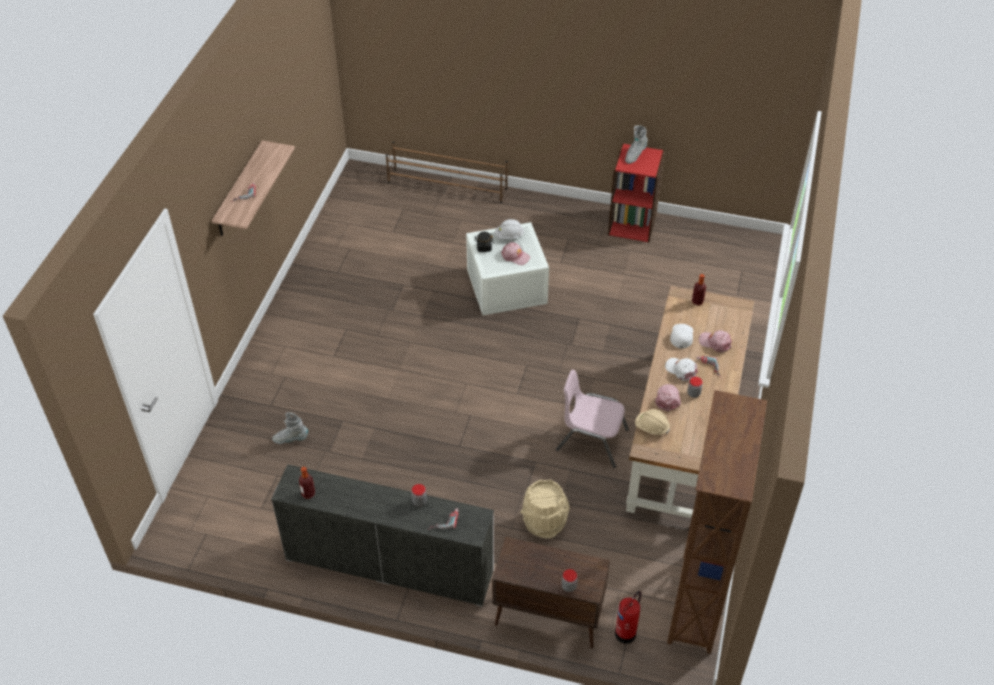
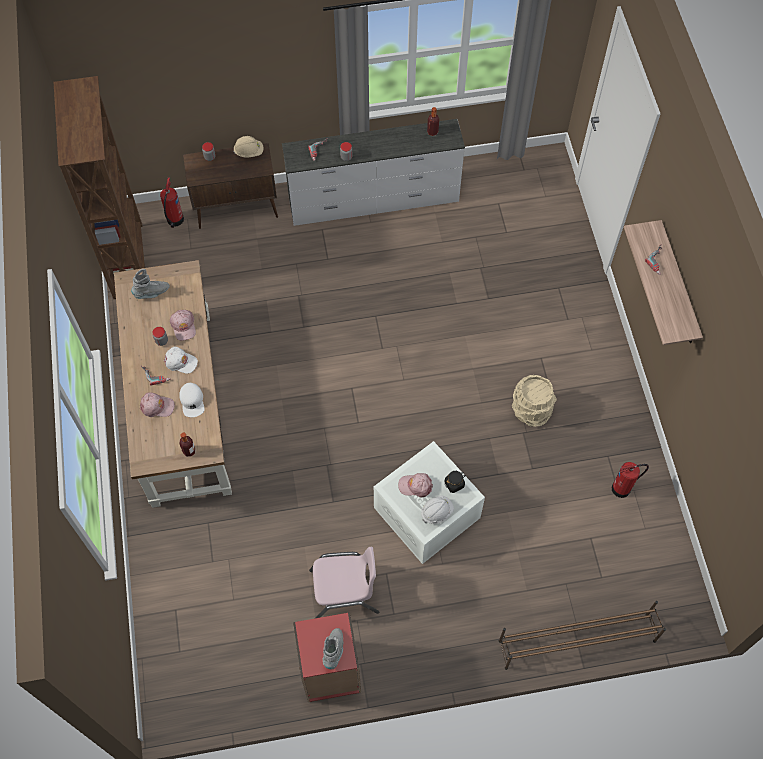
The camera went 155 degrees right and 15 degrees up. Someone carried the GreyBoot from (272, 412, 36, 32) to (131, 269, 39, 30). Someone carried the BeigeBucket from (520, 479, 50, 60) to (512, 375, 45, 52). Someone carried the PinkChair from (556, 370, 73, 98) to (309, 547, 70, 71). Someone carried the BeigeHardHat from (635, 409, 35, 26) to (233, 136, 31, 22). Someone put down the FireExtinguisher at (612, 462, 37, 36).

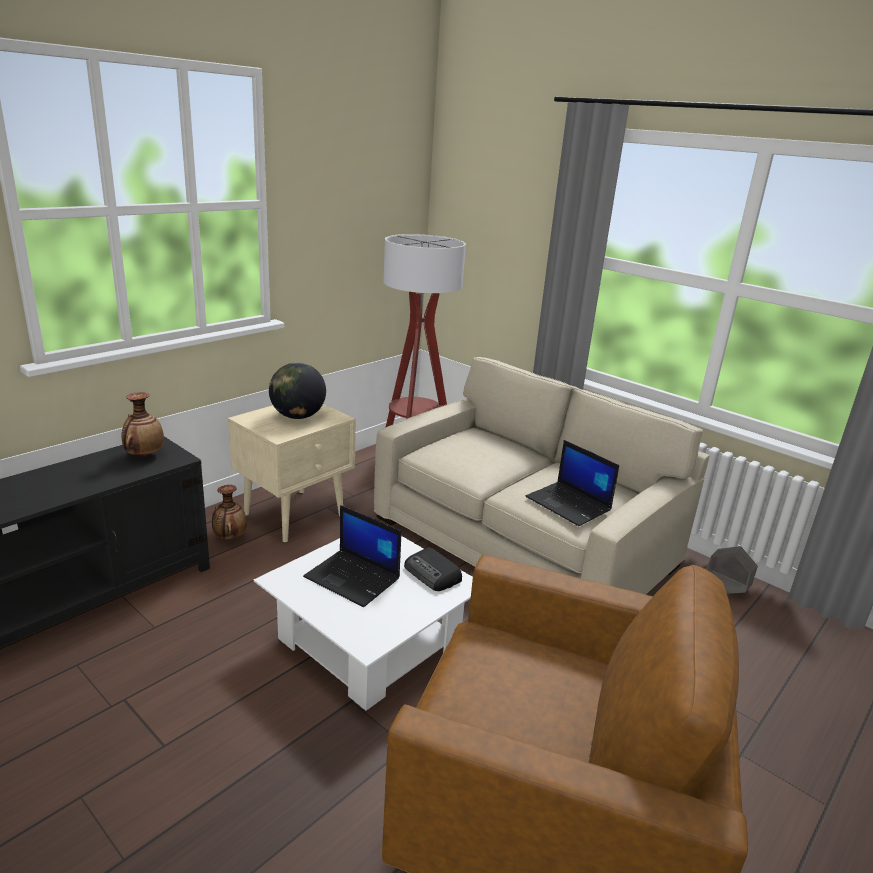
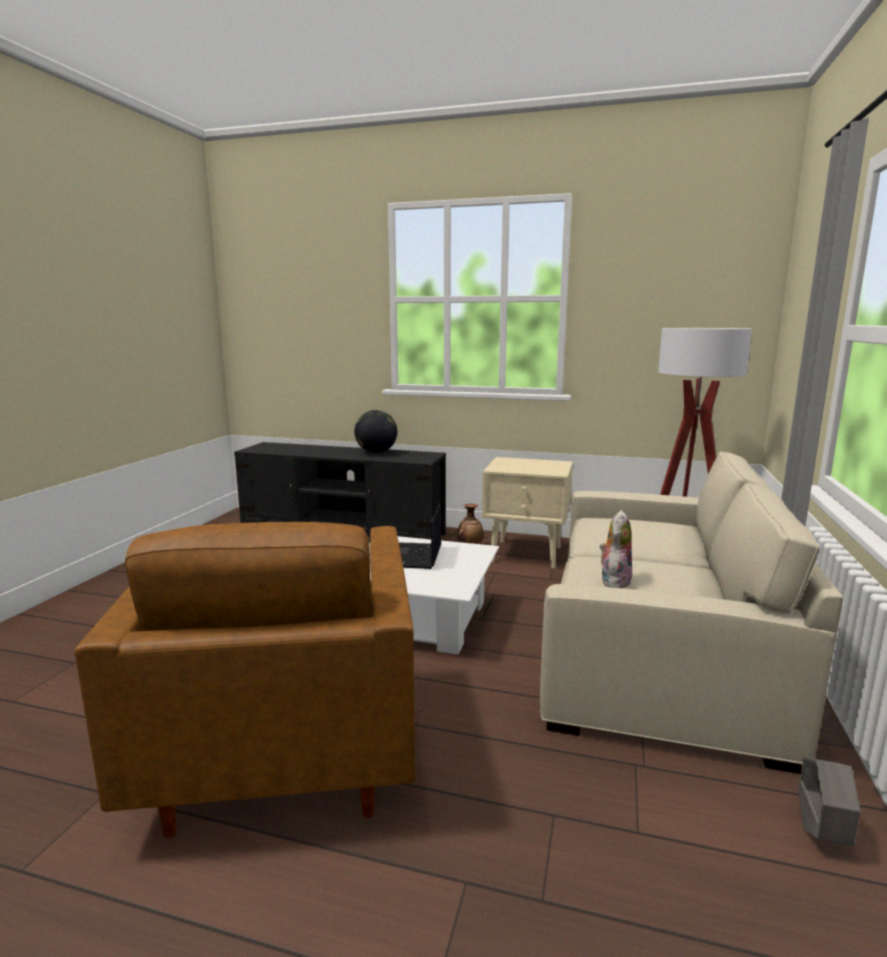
The camera went 65 degrees right and 10 degrees down. Someone took away the Vase at (121, 392, 43, 64). Someone carried the Globe from (269, 363, 57, 56) to (354, 410, 43, 43). Someone took away the Radio at (404, 547, 58, 44). Someone swapped the Laptop at (525, 440, 94, 86) for the PlushToy at (600, 510, 32, 78).

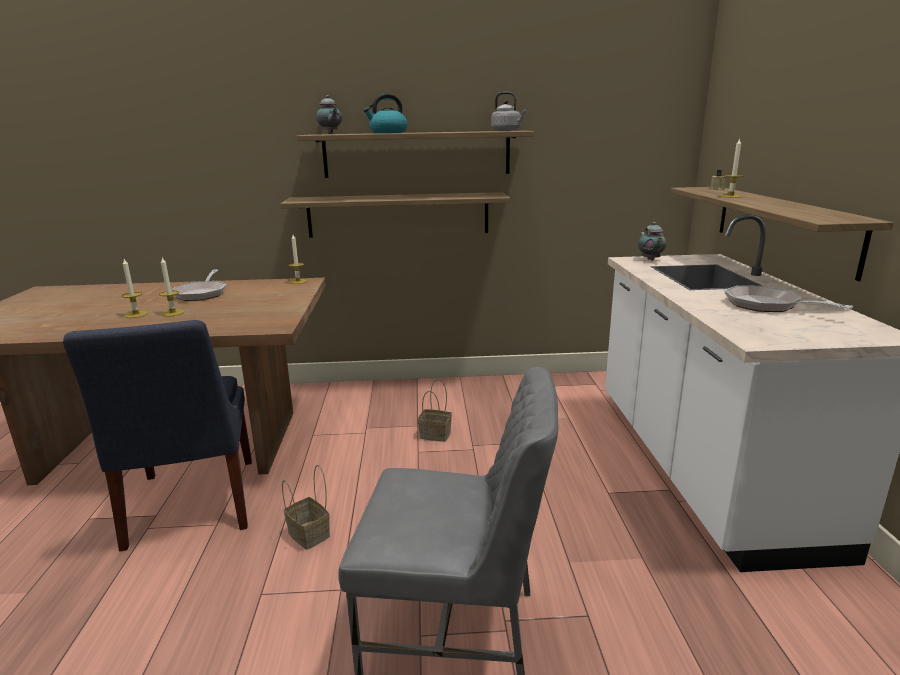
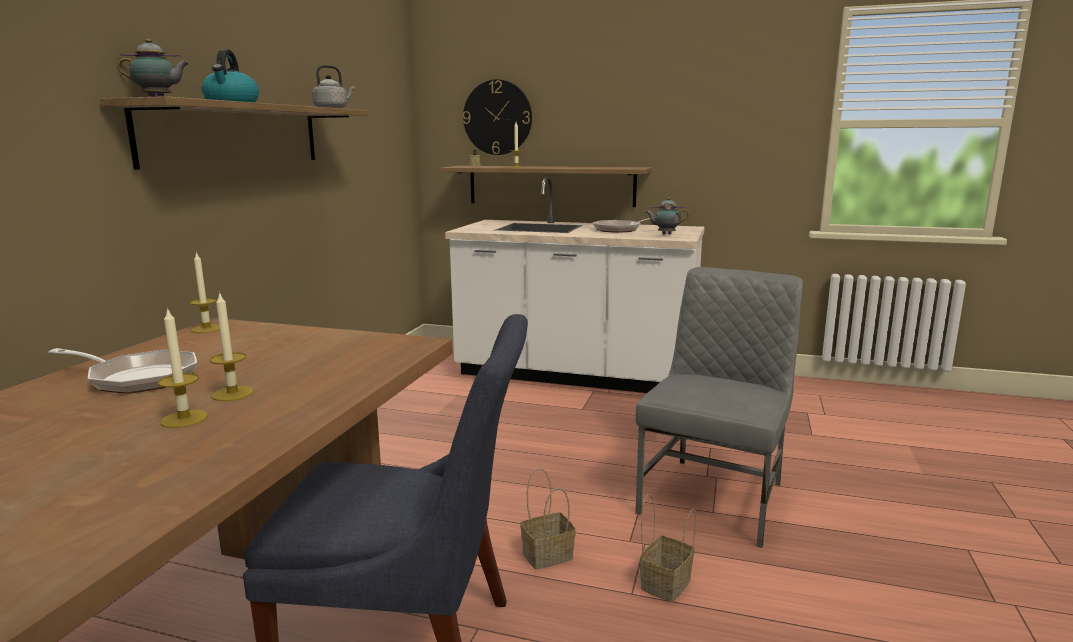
The camera went 70 degrees left and 5 degrees down. Someone took away the Shelf at (280, 192, 230, 46). Someone carried the Basket from (418, 379, 34, 63) to (640, 494, 56, 108). Someone carried the Teapot from (638, 222, 29, 39) to (646, 197, 43, 37). Someone put up the WallClock at (463, 79, 69, 76).

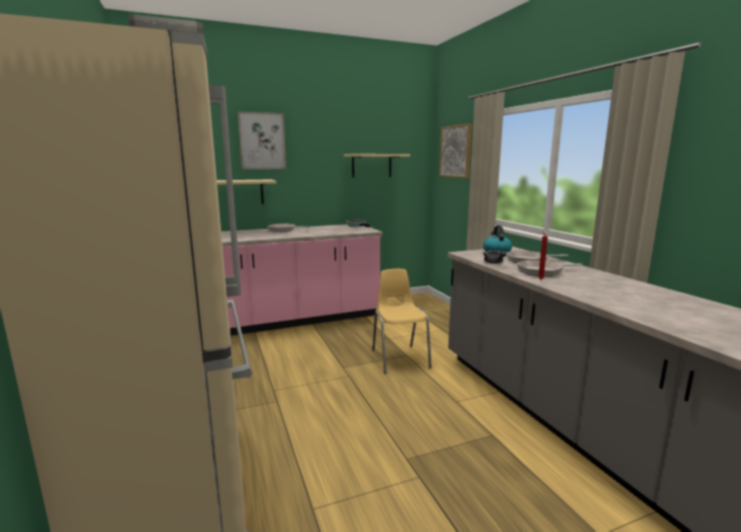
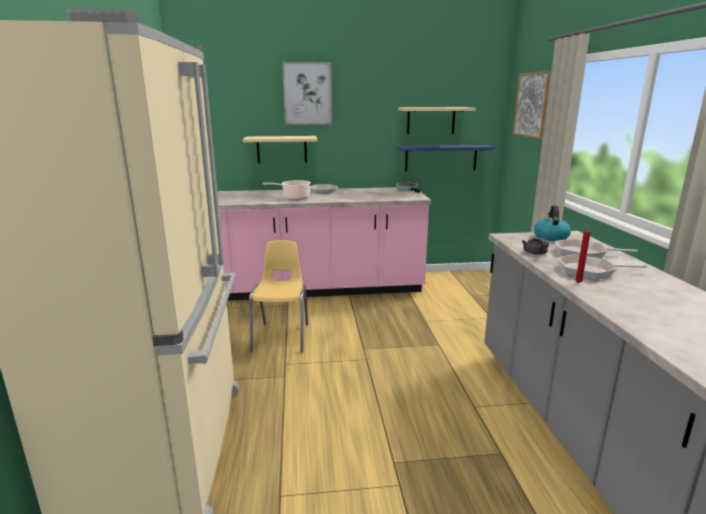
The camera went 15 degrees right and 5 degrees up. Someone carried the YellowChair from (372, 269, 60, 105) to (249, 240, 59, 112). Someone put down the CookingPot at (263, 180, 48, 20). Someone put up the BlueShelf at (396, 145, 99, 27).

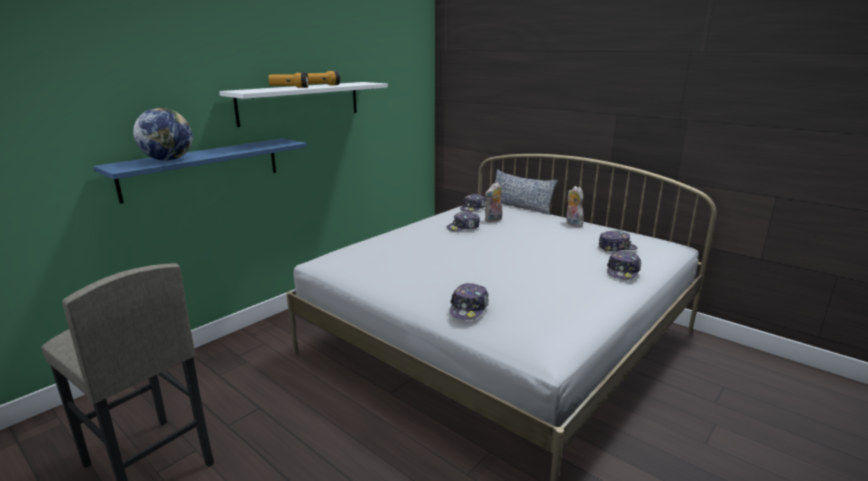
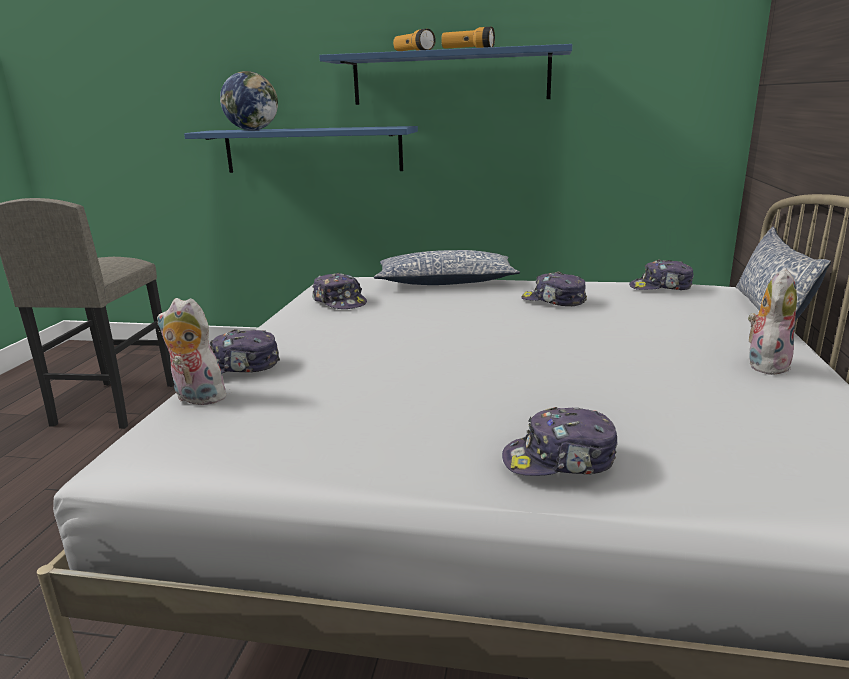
The camera went 60 degrees right and 0 degrees up. Someone repainted the WhiteShelf at (219, 82, 169, 45), which became the BlueShelf at (319, 44, 253, 61). Someone carried the PlushToy from (485, 182, 17, 40) to (157, 298, 69, 107). Someone carried the Cap from (599, 230, 38, 22) to (312, 273, 55, 36). Someone put down the Pillow at (374, 250, 146, 35).

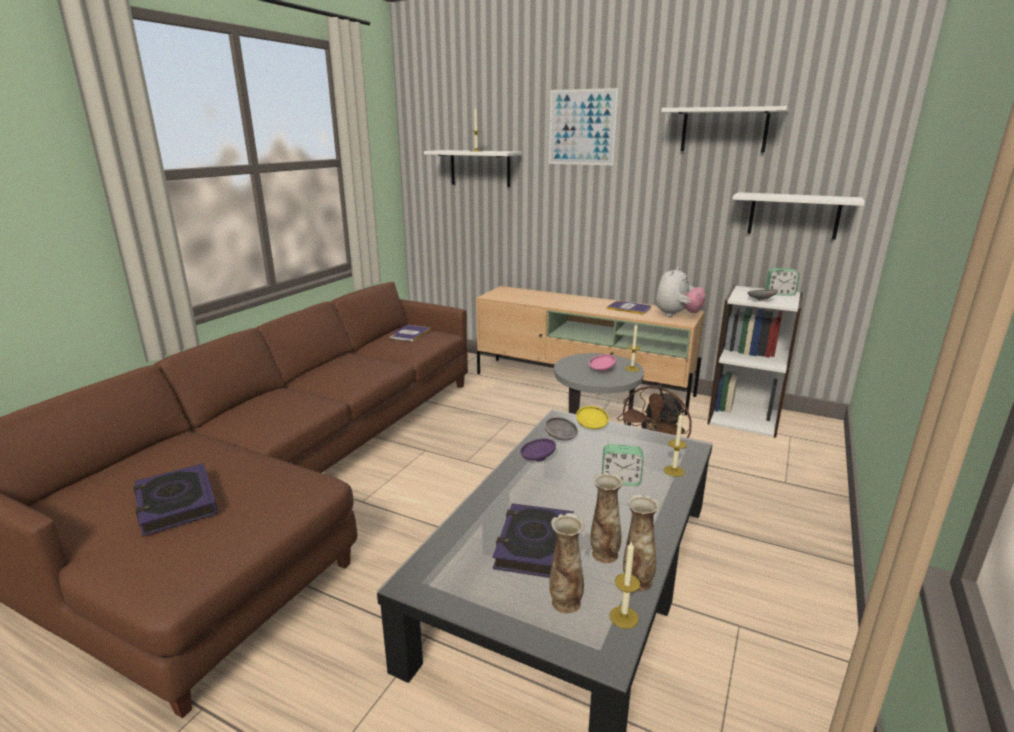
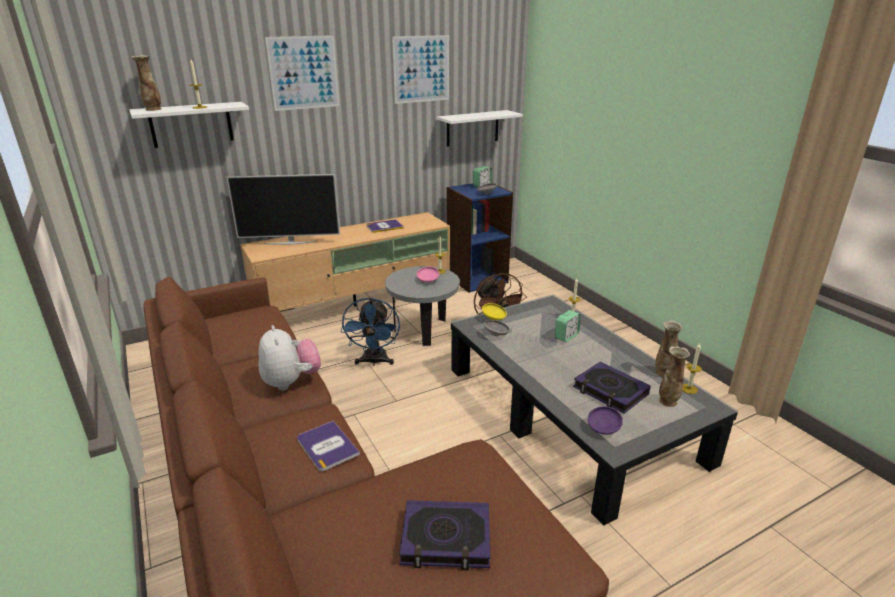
The camera went 55 degrees left and 5 degrees up. Someone carried the Book from (390, 325, 41, 16) to (297, 421, 63, 50). Someone carried the PurpleBowl from (520, 438, 36, 23) to (587, 406, 36, 29). Someone carried the Vase from (590, 472, 33, 91) to (131, 55, 30, 56). Someone carried the PlushToy from (655, 267, 51, 50) to (258, 325, 63, 66). Someone swapped the WhiteShelf at (661, 106, 128, 47) for the Picture at (392, 35, 57, 69). Someone repainted the WhiteBookcase at (707, 285, 96, 153), which became the BlueBookcase at (446, 183, 67, 110). Someone put down the Television at (227, 174, 113, 71). Someone put down the BlueFan at (341, 298, 59, 68).

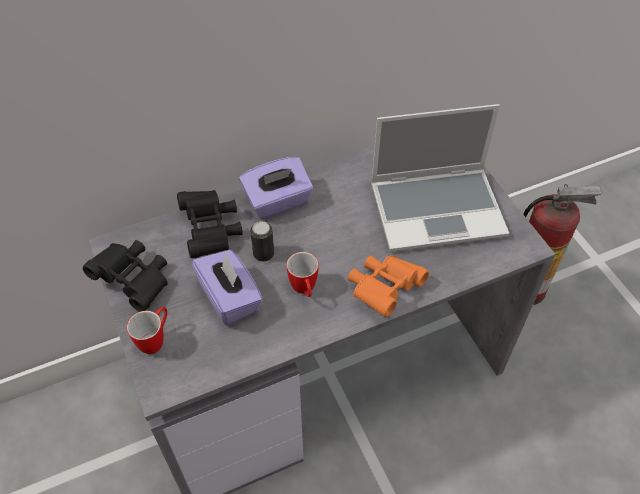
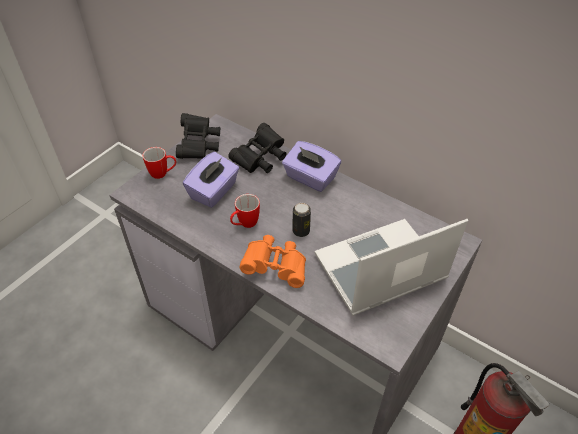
The camera went 60 degrees right and 5 degrees down. Someone carried the Can from (250, 221, 24, 41) to (293, 203, 18, 34). Someone rotated the Laptop at (371, 104, 138, 148) by 105 degrees clockwise.

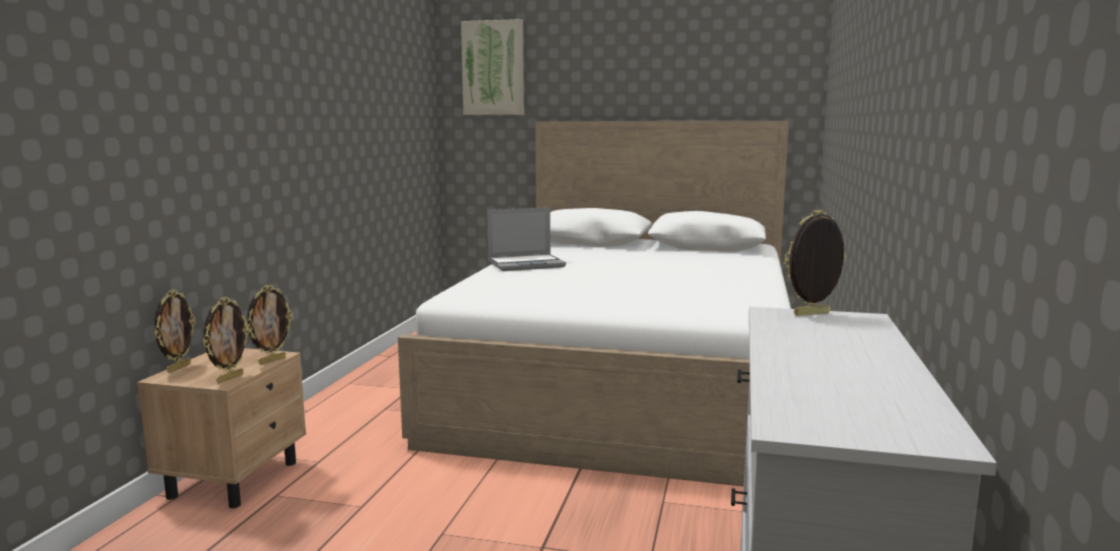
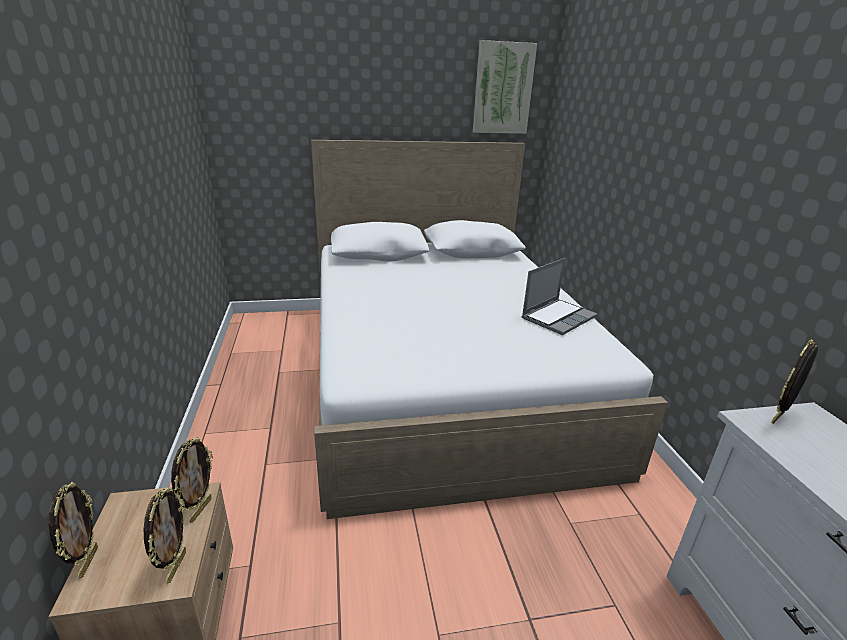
The camera went 25 degrees left and 15 degrees up. Someone carried the Picture from (461, 19, 63, 96) to (473, 40, 64, 94). Someone carried the Laptop from (487, 207, 79, 64) to (522, 258, 75, 77).

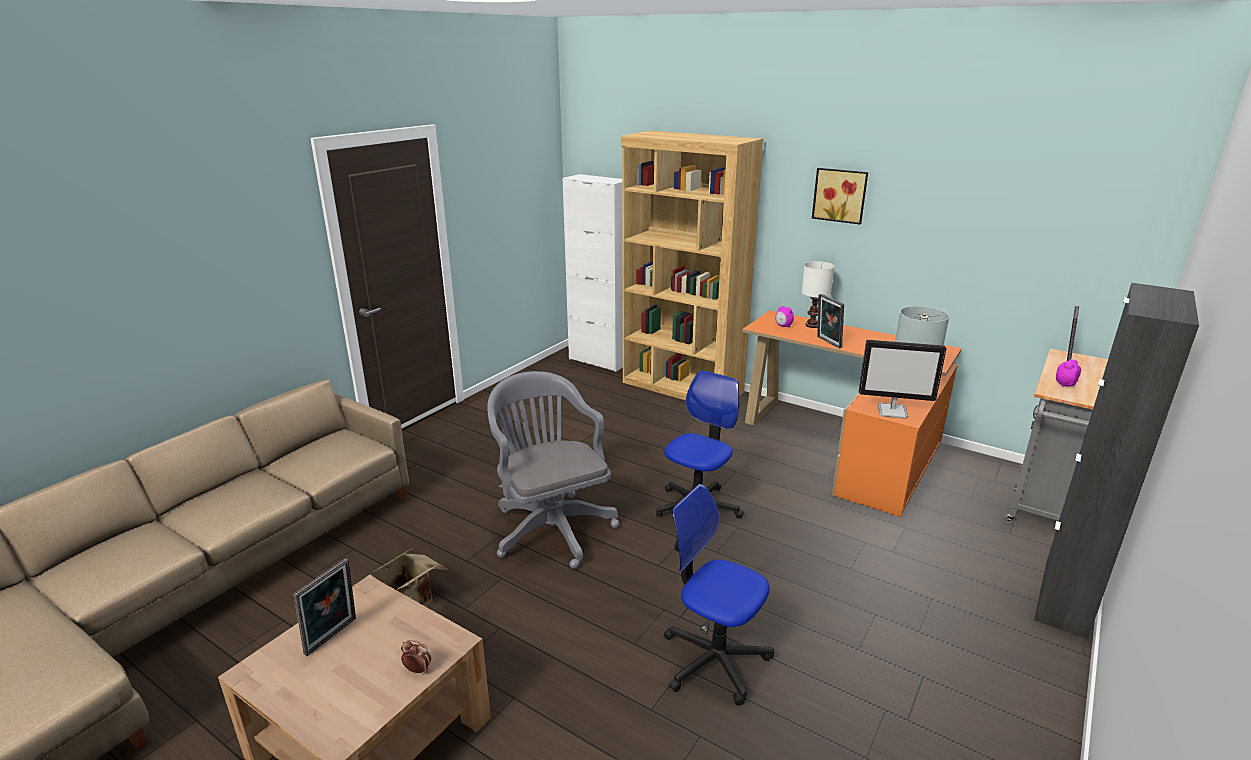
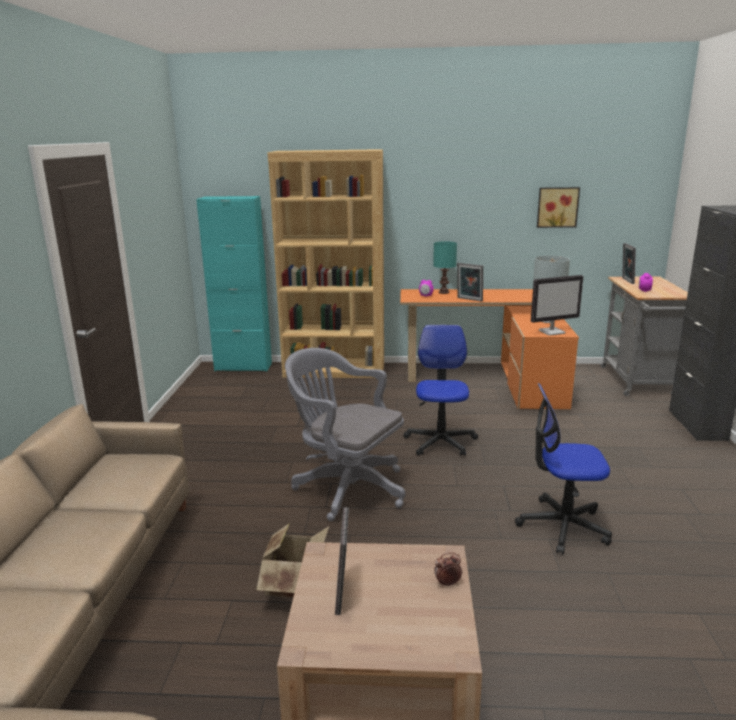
The camera went 30 degrees left and 5 degrees down. Someone repainted the WhiteCabinet at (563, 174, 60, 198), which became the TurquoiseCabinet at (196, 196, 76, 176). Someone repainted the WhiteTableLamp at (801, 261, 33, 67), which became the TurquoiseTableLamp at (433, 241, 24, 53). Someone carried the Picture from (812, 168, 56, 57) to (537, 187, 43, 41).

